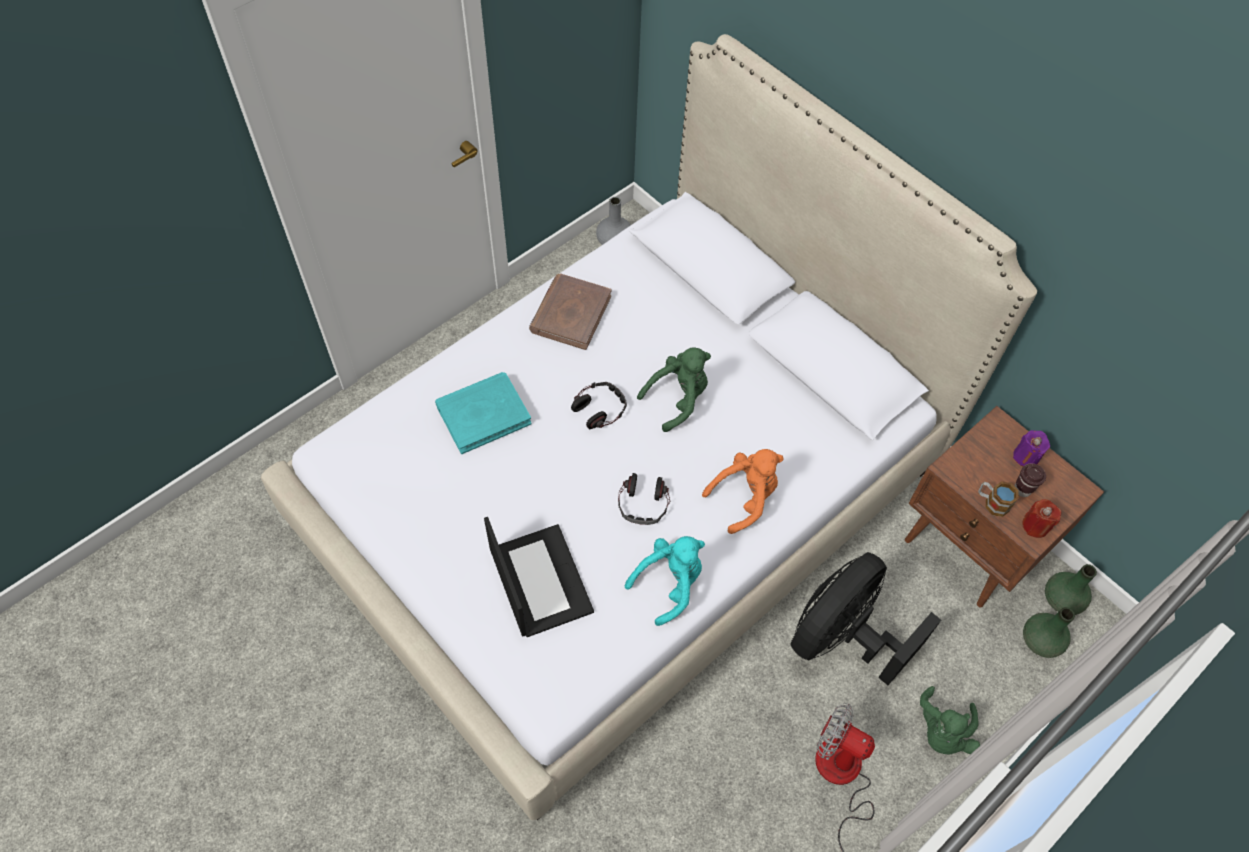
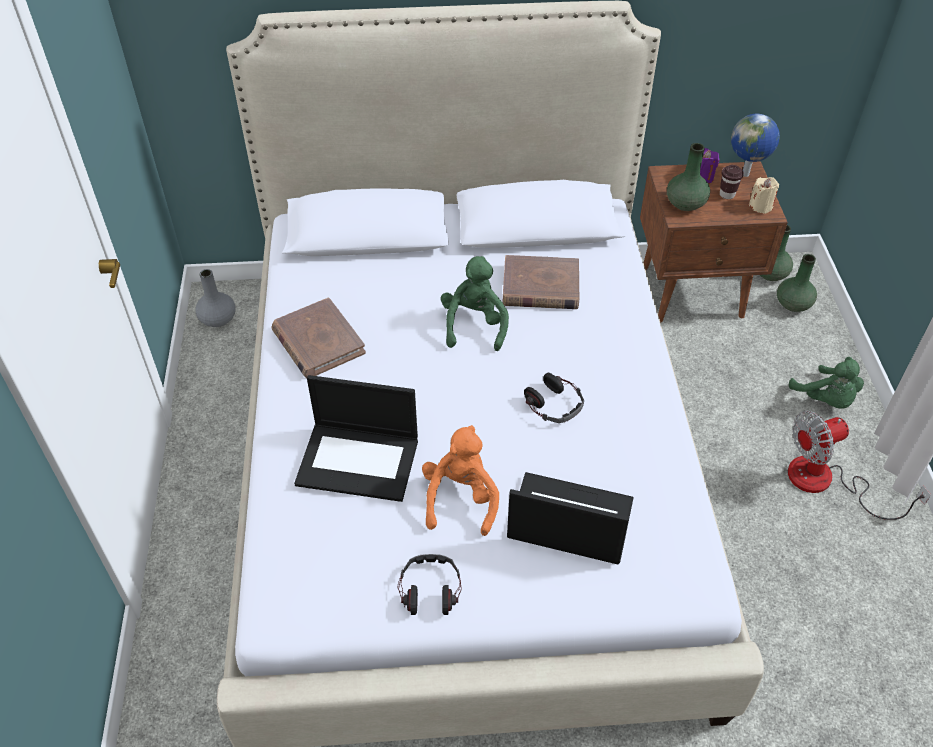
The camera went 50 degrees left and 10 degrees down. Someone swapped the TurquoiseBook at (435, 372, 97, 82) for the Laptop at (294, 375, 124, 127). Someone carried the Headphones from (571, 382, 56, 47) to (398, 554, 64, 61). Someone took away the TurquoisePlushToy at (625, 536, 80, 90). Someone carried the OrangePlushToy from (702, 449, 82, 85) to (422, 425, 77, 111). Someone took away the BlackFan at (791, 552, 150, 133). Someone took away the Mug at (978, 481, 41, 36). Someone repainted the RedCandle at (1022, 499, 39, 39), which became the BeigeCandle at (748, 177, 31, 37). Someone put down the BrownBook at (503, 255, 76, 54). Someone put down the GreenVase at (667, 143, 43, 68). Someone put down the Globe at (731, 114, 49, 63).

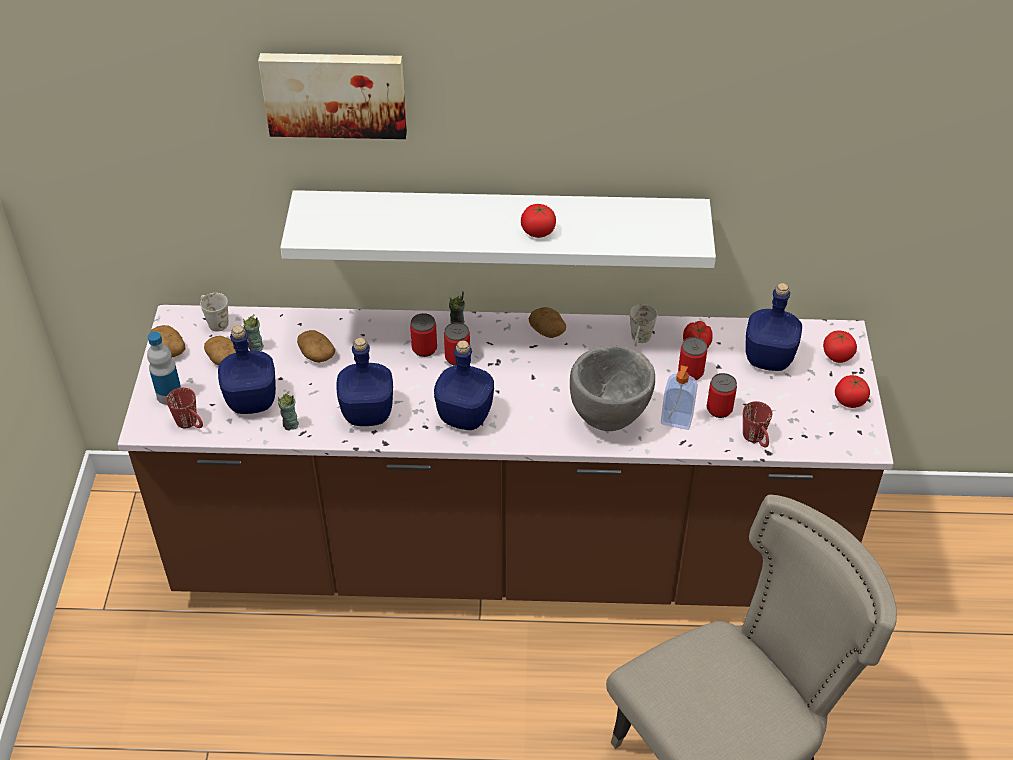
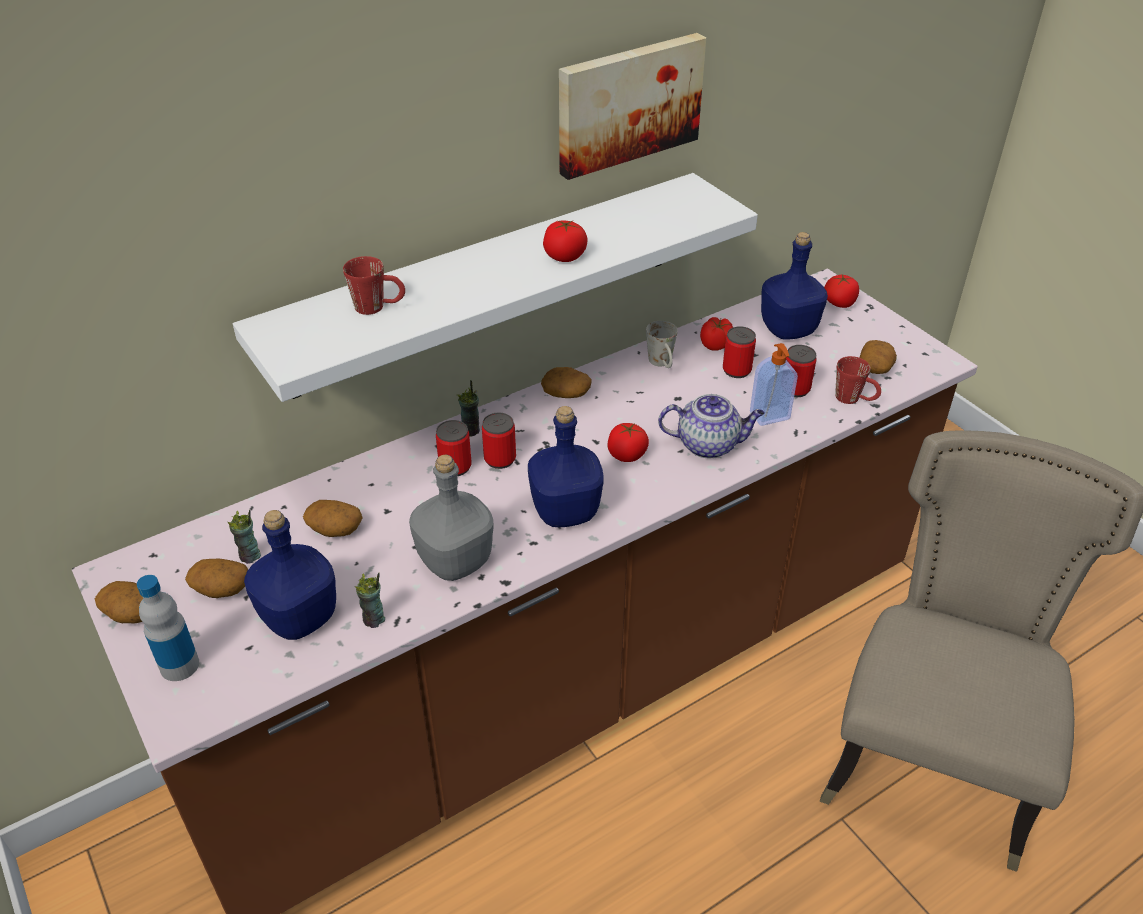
The camera went 35 degrees left and 5 degrees down. Someone carried the RedMug from (166, 388, 37, 40) to (343, 256, 62, 59). Someone took away the WhiteMug at (200, 293, 28, 39). Someone carried the Picture from (258, 53, 149, 86) to (559, 33, 147, 147). Someone repainted the BlueBottle at (337, 338, 56, 88), which became the GreyBottle at (409, 455, 85, 126). Someone swapped the GreyBowl at (570, 345, 85, 86) for the Teapot at (658, 394, 107, 64). Someone carried the Tomato from (835, 375, 35, 33) to (608, 423, 41, 39). Someone put down the Potato at (860, 340, 37, 34).

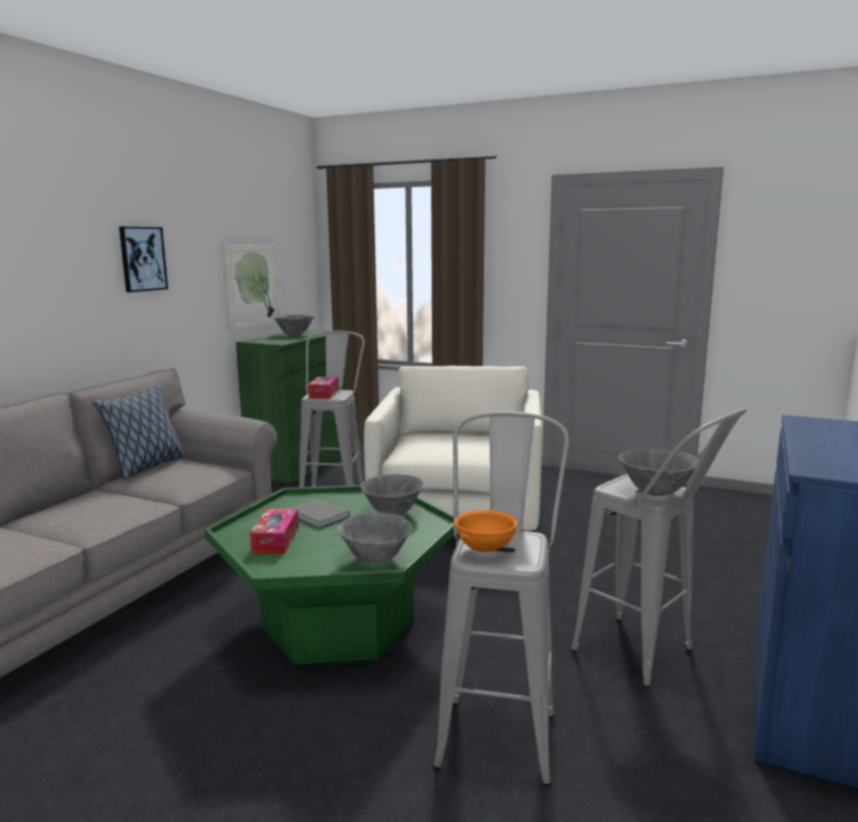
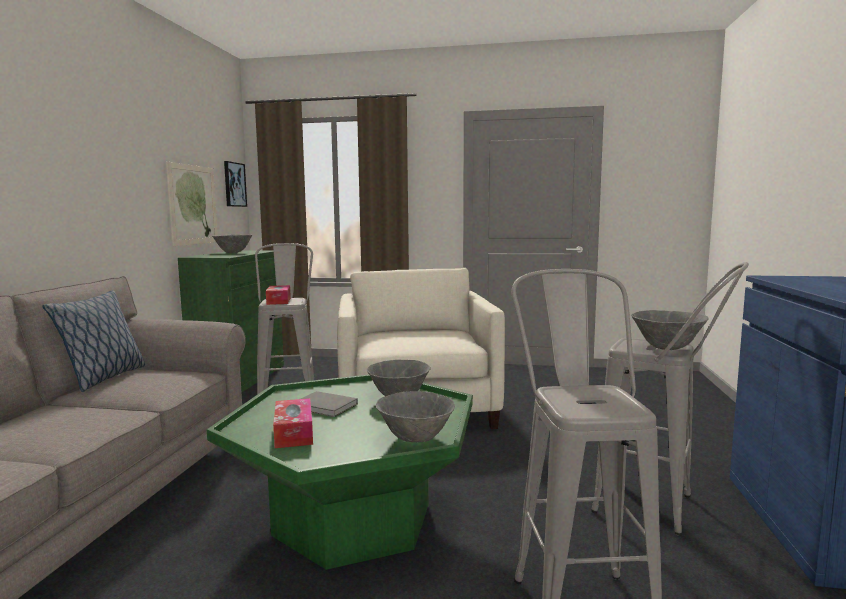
The camera went 15 degrees left and 5 degrees down. Someone carried the Picture from (119, 226, 49, 66) to (224, 161, 23, 46). Someone took away the OrangeBowl at (454, 510, 64, 42).

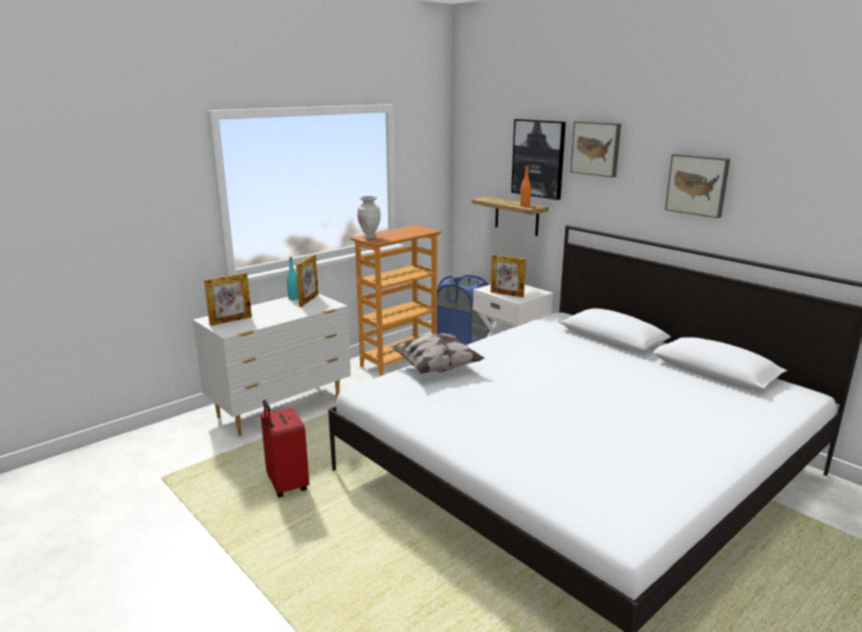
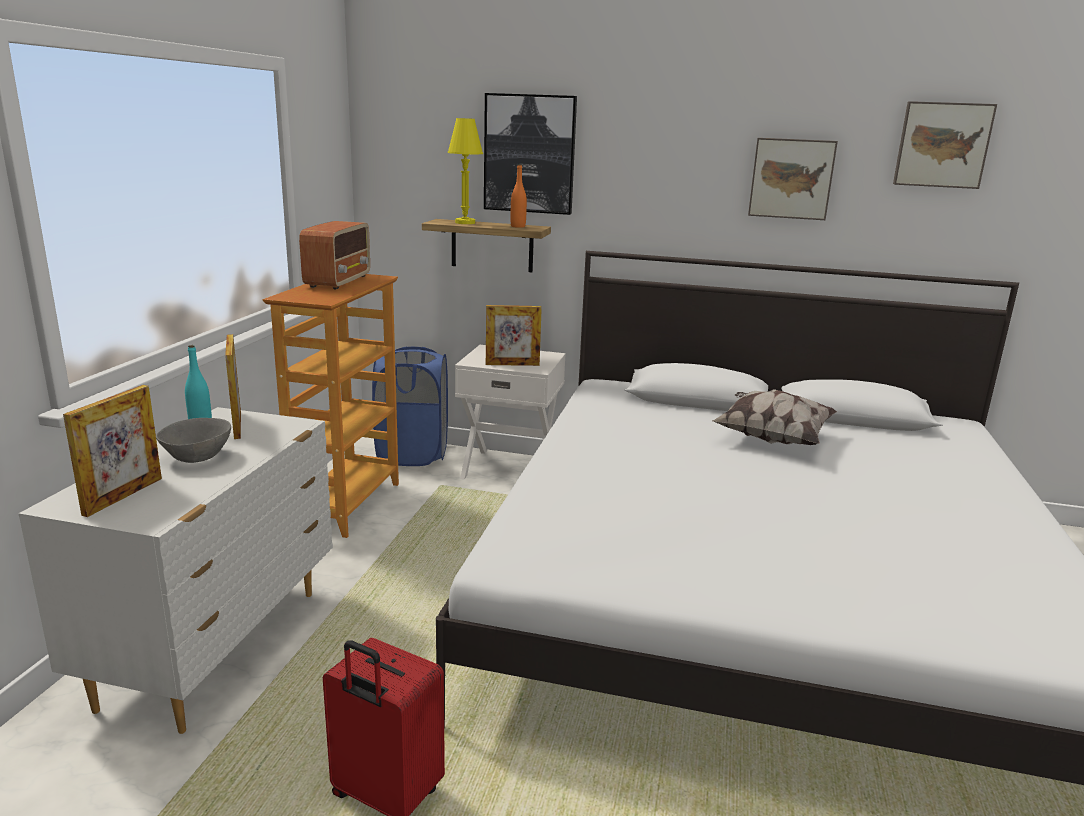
The camera went 35 degrees left and 0 degrees up. Someone took away the Vase at (357, 196, 24, 43). Someone carried the Pillow from (389, 333, 95, 40) to (712, 389, 125, 56). Someone carried the Picture from (570, 121, 51, 57) to (893, 101, 104, 88). Someone put down the GreyBowl at (156, 418, 75, 45). Someone put down the Radio at (299, 221, 71, 68). Someone put down the YellowTableLamp at (448, 118, 35, 106).

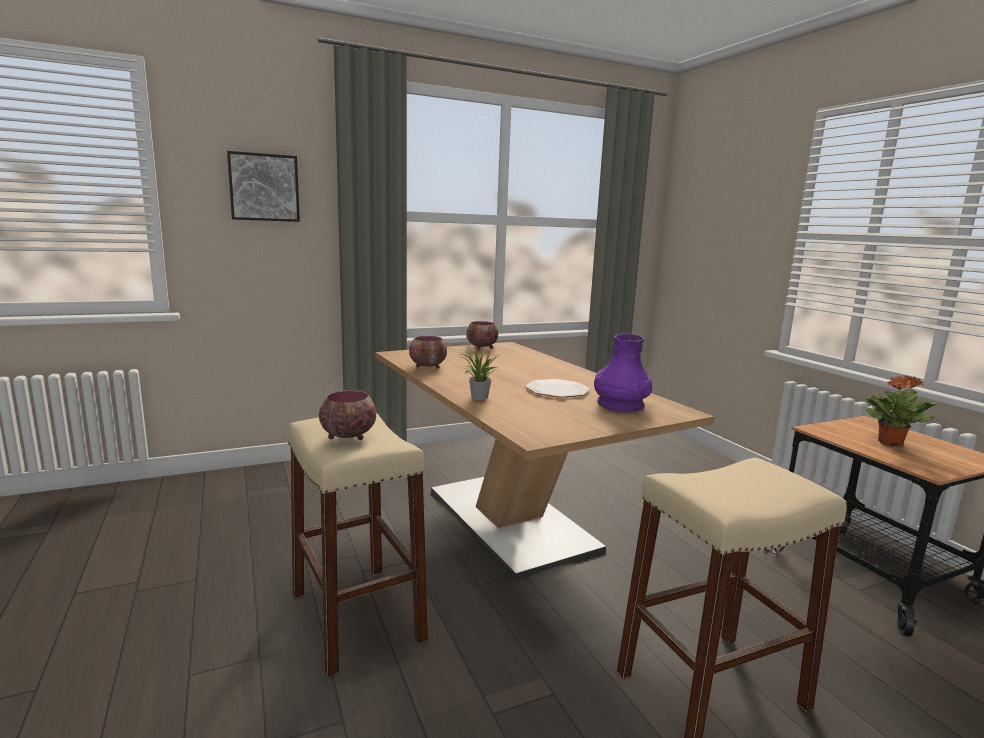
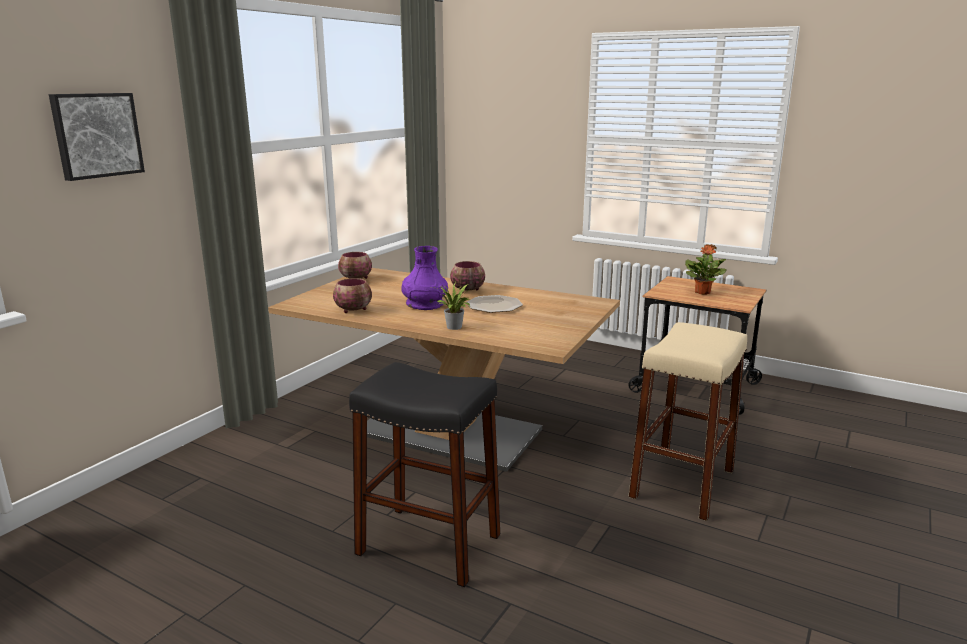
The camera went 35 degrees left and 5 degrees up. Someone repainted the BeigeStool at (288, 413, 140, 264), which became the BlackStool at (349, 362, 151, 225). Someone carried the Bowl from (319, 390, 57, 50) to (450, 261, 35, 32). Someone carried the PurpleVase from (594, 334, 58, 78) to (401, 246, 47, 64).

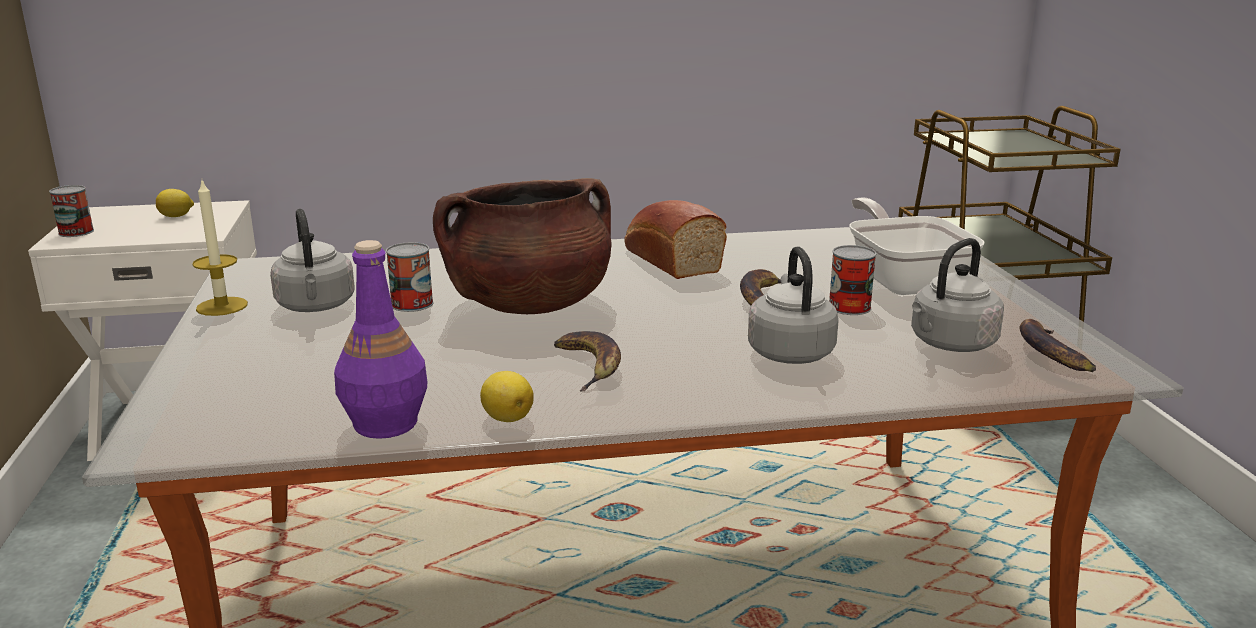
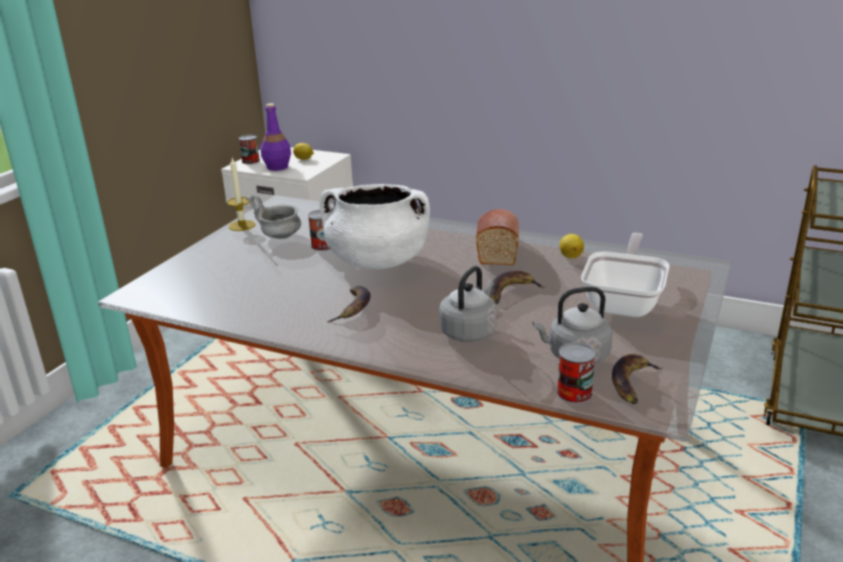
The camera went 35 degrees right and 5 degrees up. Someone swapped the GreyKettle at (270, 209, 85, 103) for the GreyBowl at (246, 195, 55, 44). Someone carried the PurpleBottle from (334, 240, 93, 199) to (260, 103, 31, 68). Someone repainted the BrownCookingPot at (433, 178, 179, 136), which became the WhiteCookingPot at (320, 184, 110, 85). Someone carried the Lemon from (480, 371, 54, 51) to (559, 234, 25, 25). Someone carried the Can from (829, 245, 47, 70) to (557, 343, 39, 61).

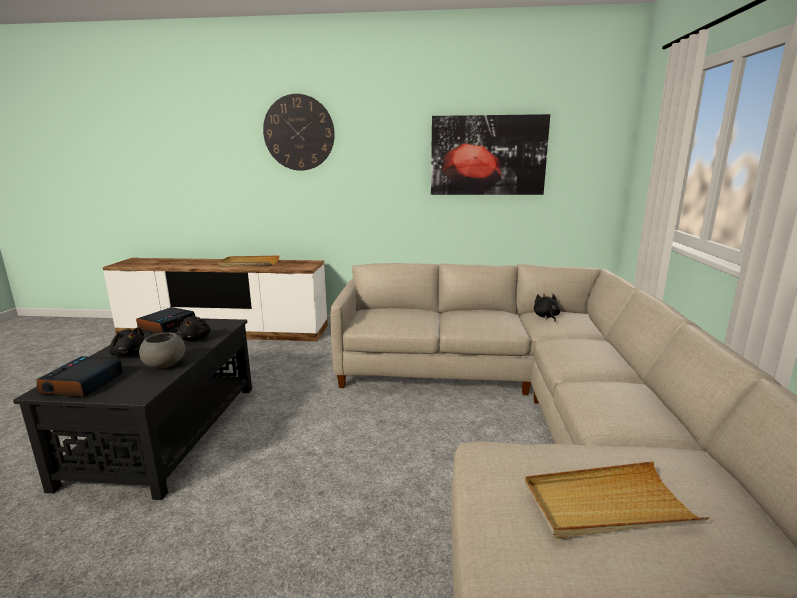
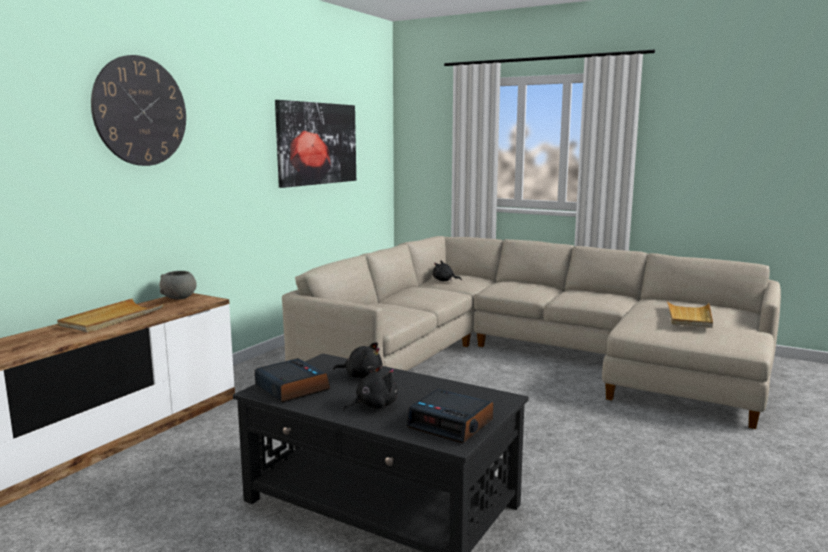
The camera went 65 degrees left and 5 degrees down. Someone carried the GreyBowl from (139, 332, 46, 37) to (159, 271, 38, 28).

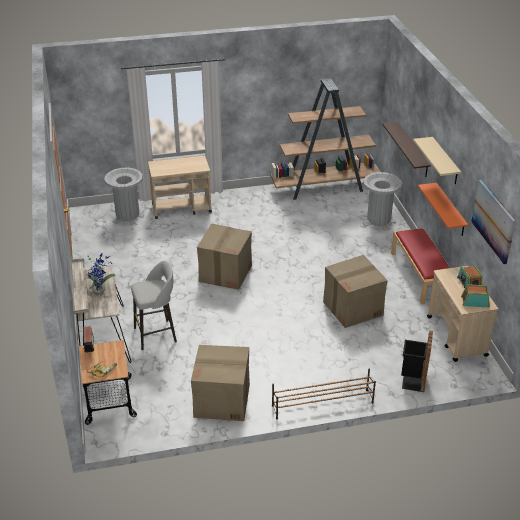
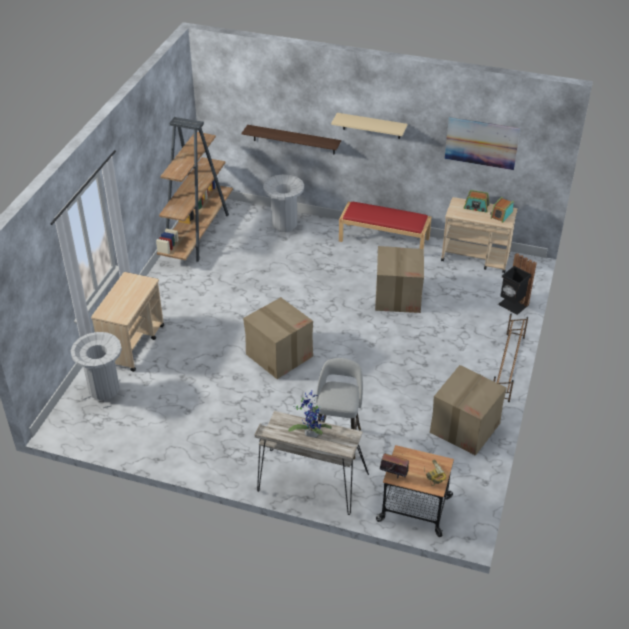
The camera went 60 degrees left and 5 degrees up. Someone took away the OrangeShelf at (418, 183, 50, 53).

